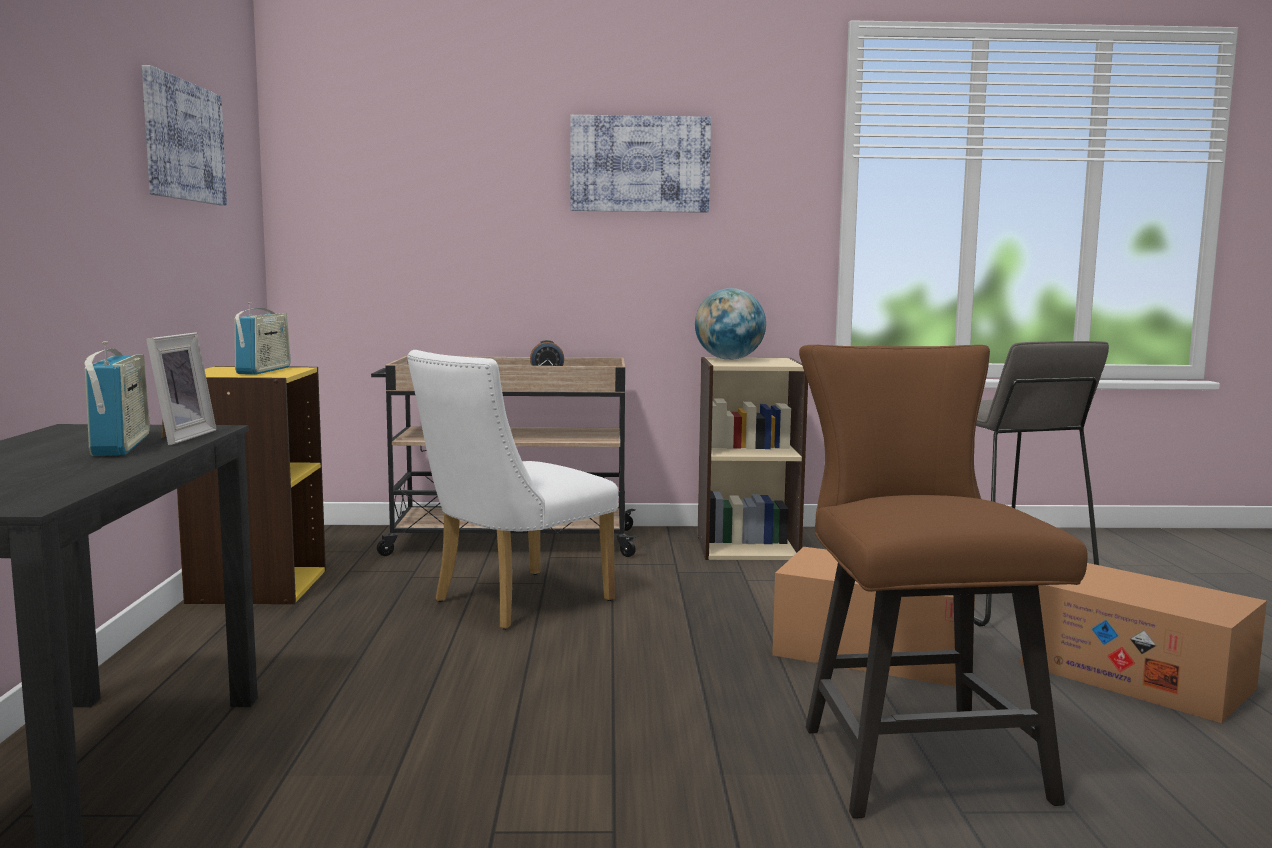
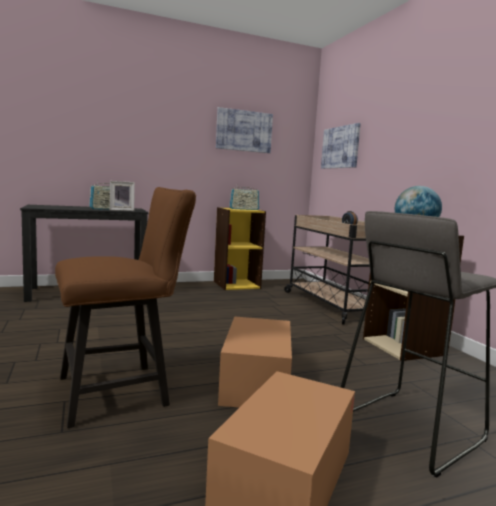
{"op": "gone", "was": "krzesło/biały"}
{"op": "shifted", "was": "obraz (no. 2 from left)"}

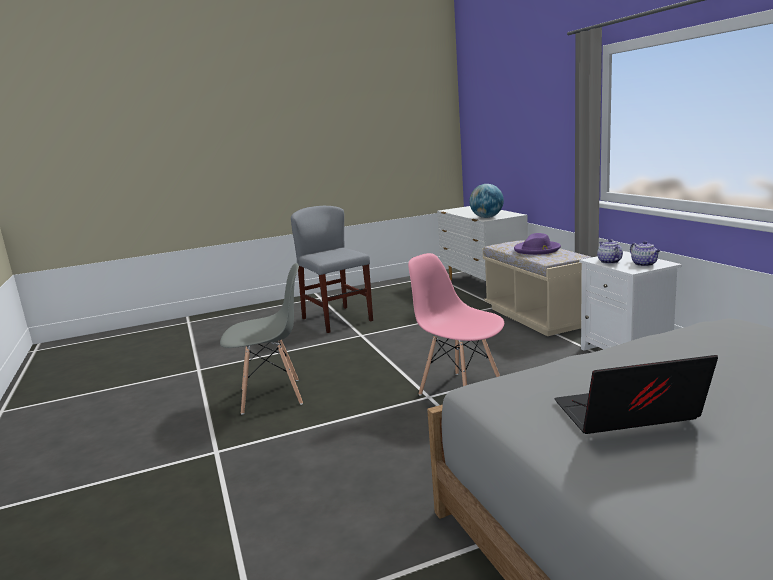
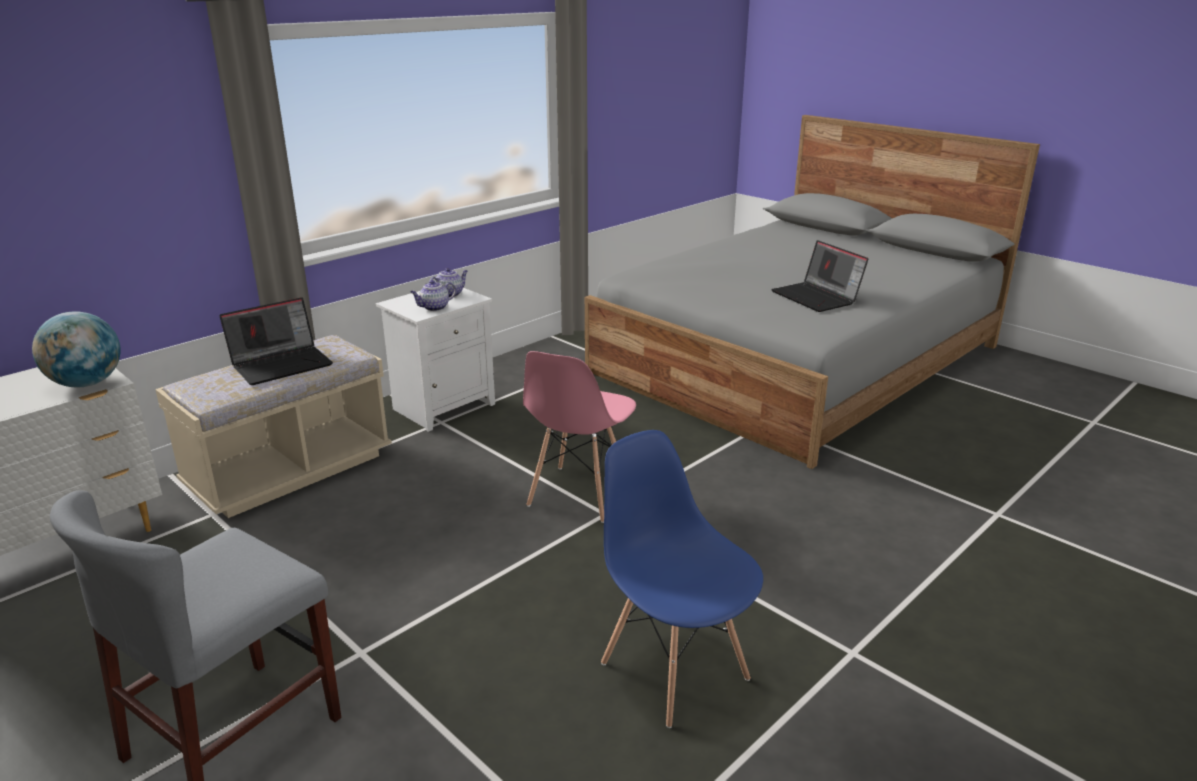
{"op": "swapped", "was": "kapelusz/fioletowy", "now": "laptop (no. 1 from left)"}
{"op": "repainted", "was": "krzesło/szary (no. 1 from left)", "now": "krzesło/niebieski"}

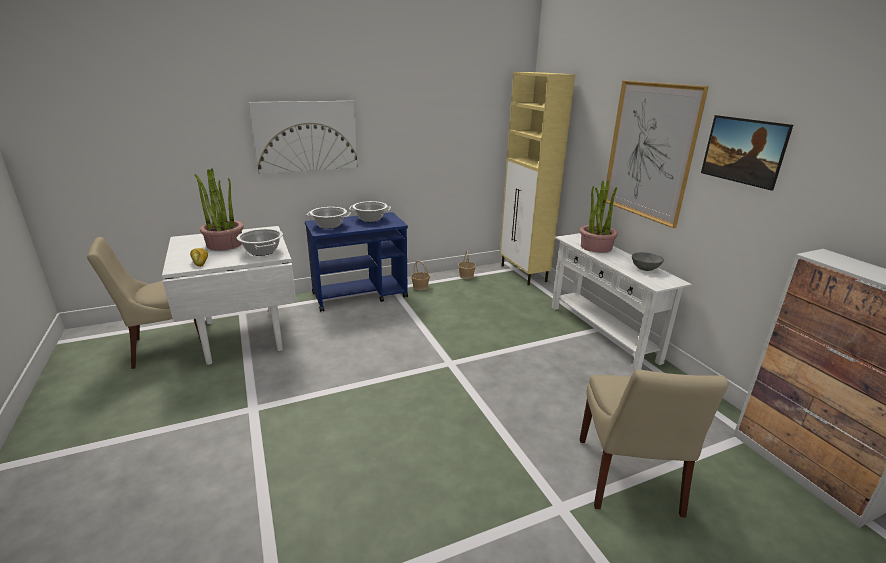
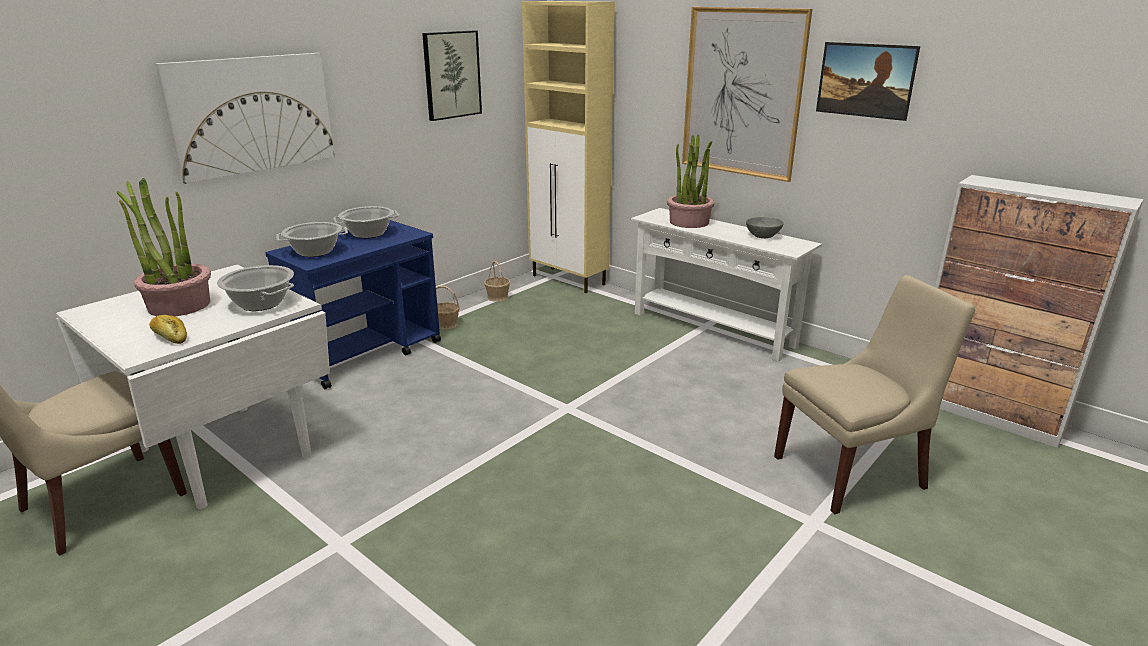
{"op": "new", "now": "obraz (no. 2 from left)"}
{"op": "rotated", "was": "krzesło/beżowy (no. 2 from left)", "clockwise": -90}

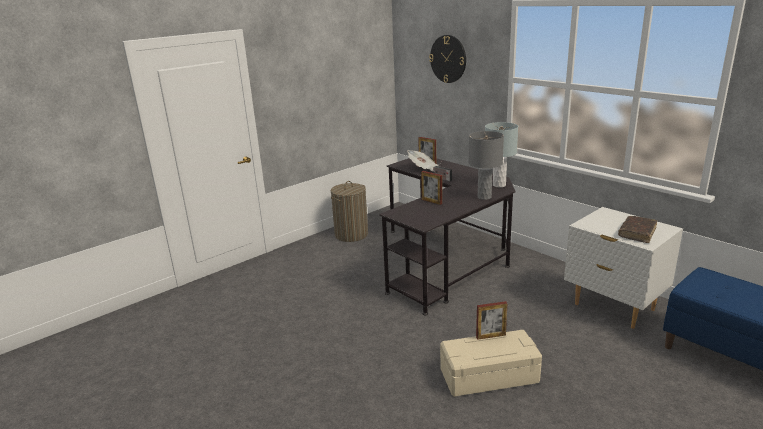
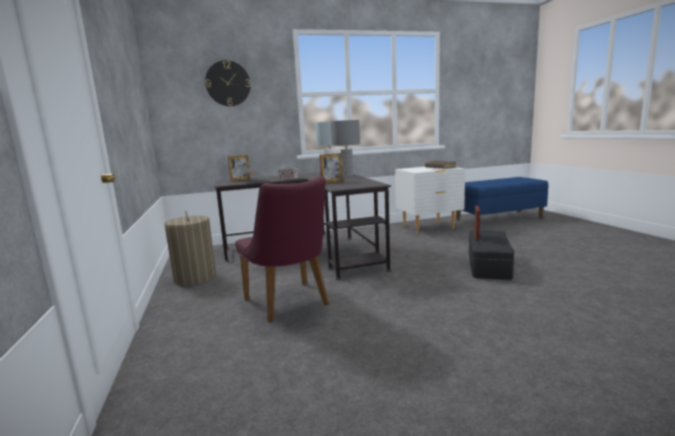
{"op": "new", "now": "krzesło/fioletowy"}
{"op": "repainted", "was": "pojemnik do przechowywania/beżowy", "now": "pojemnik do przechowywania/czarny"}

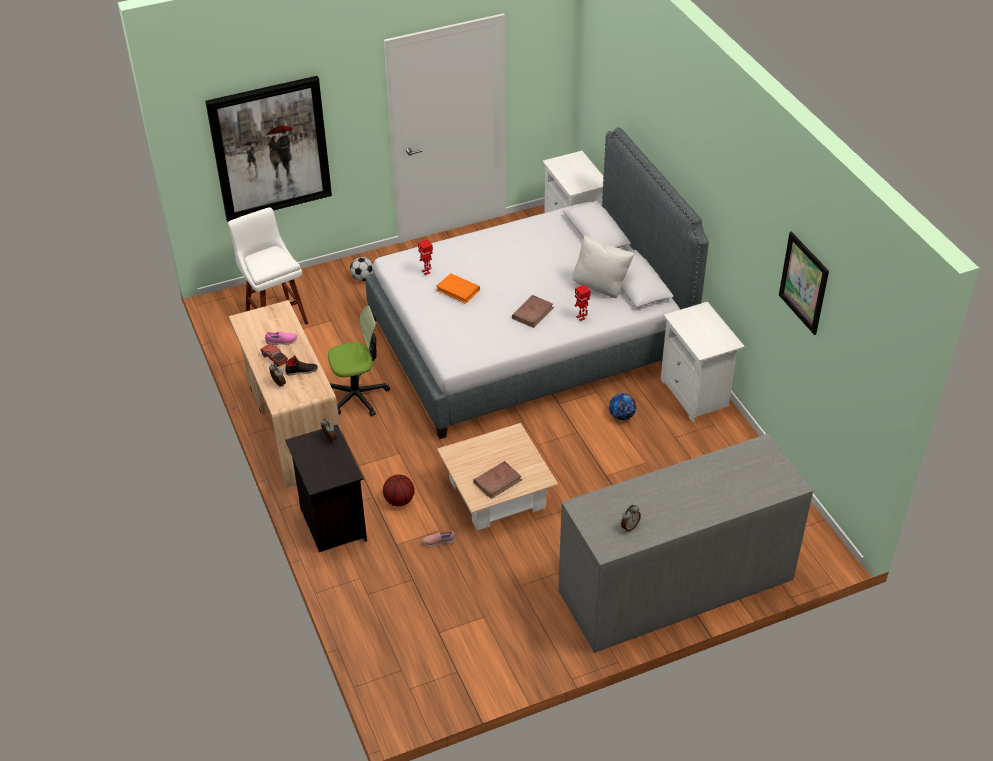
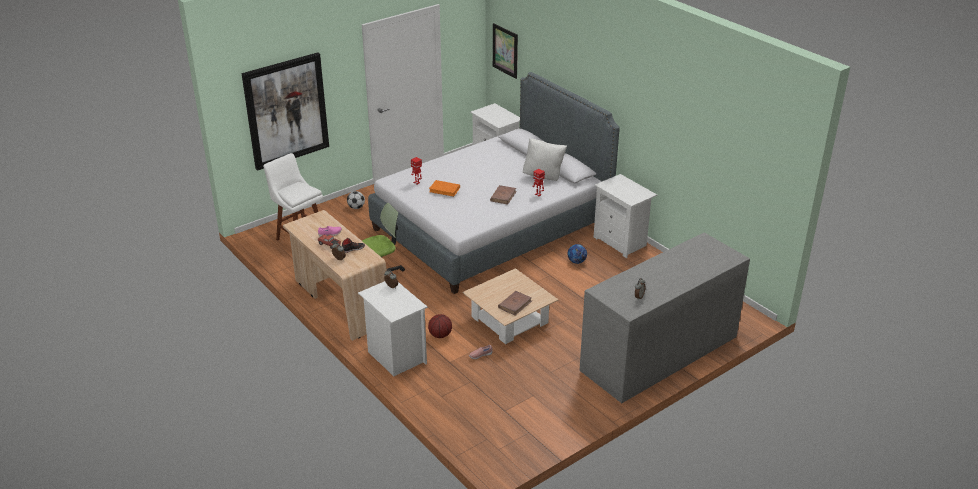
{"op": "shifted", "was": "obraz (no. 2 from left)"}
{"op": "repainted", "was": "szafka nocna/czarny", "now": "szafka nocna/biały (no. 1 from left)"}

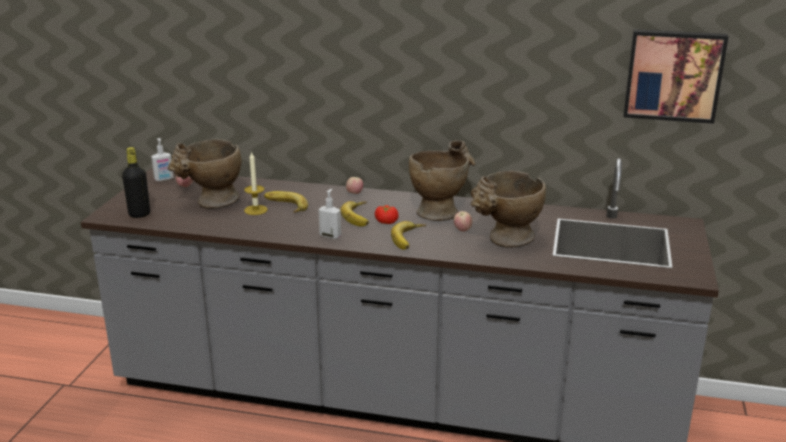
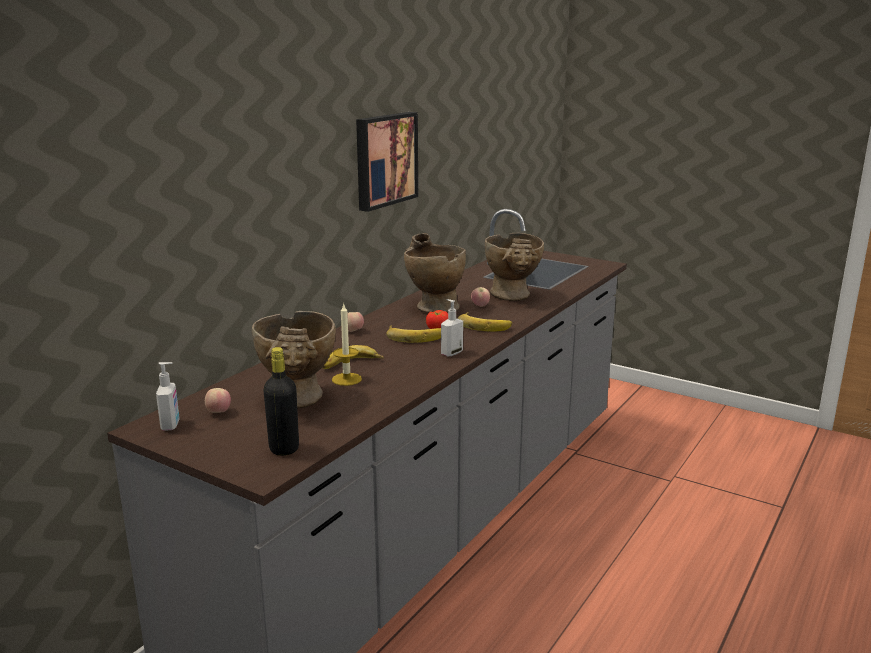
{"op": "shifted", "was": "obraz"}

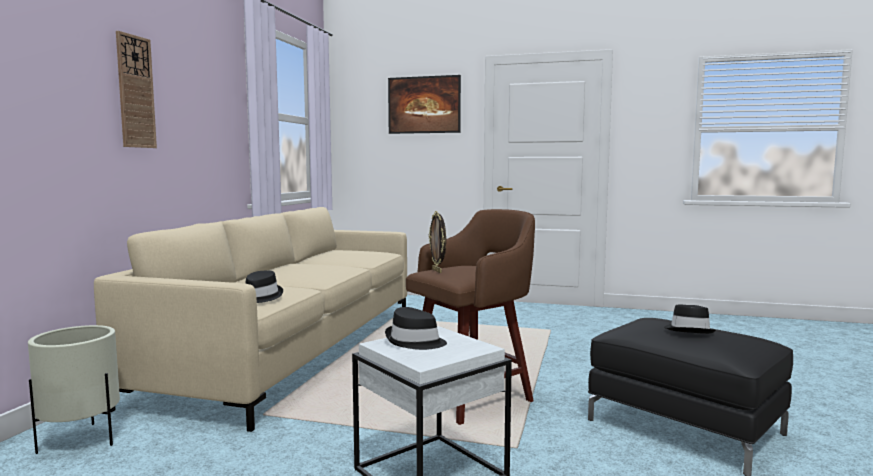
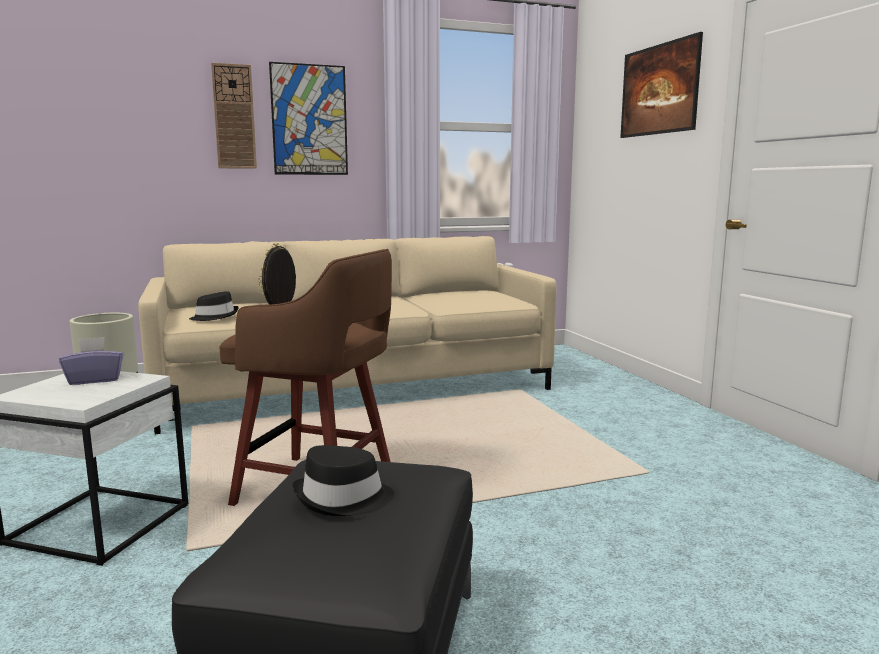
{"op": "new", "now": "obraz (no. 1 from left)"}
{"op": "swapped", "was": "kapelusz/czarny (no. 2 from left)", "now": "pudełko chusteczek/fioletowy"}

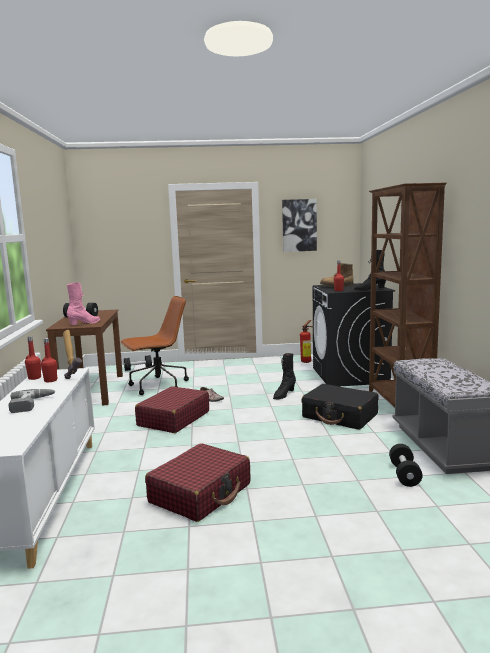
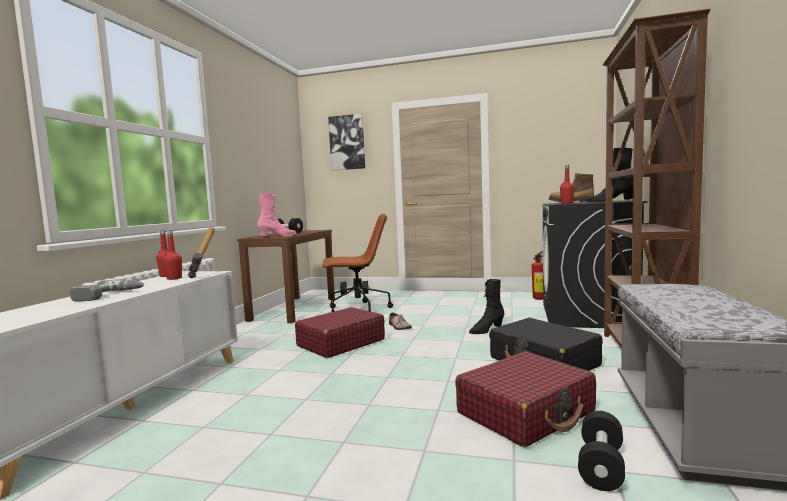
{"op": "shifted", "was": "walizka/czerwony (no. 2 from left)"}
{"op": "shifted", "was": "obraz"}

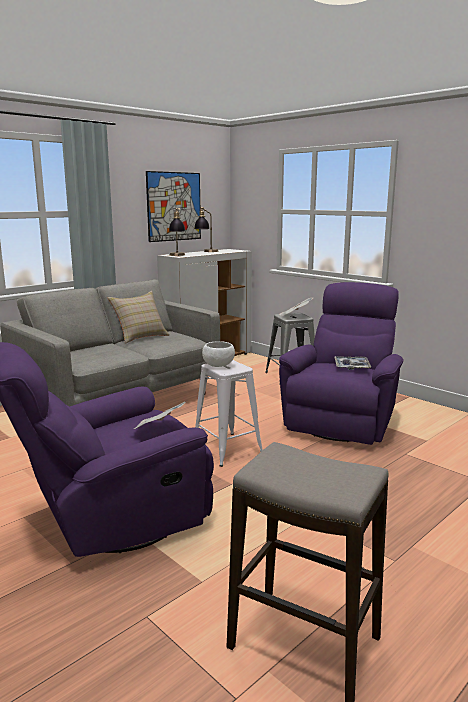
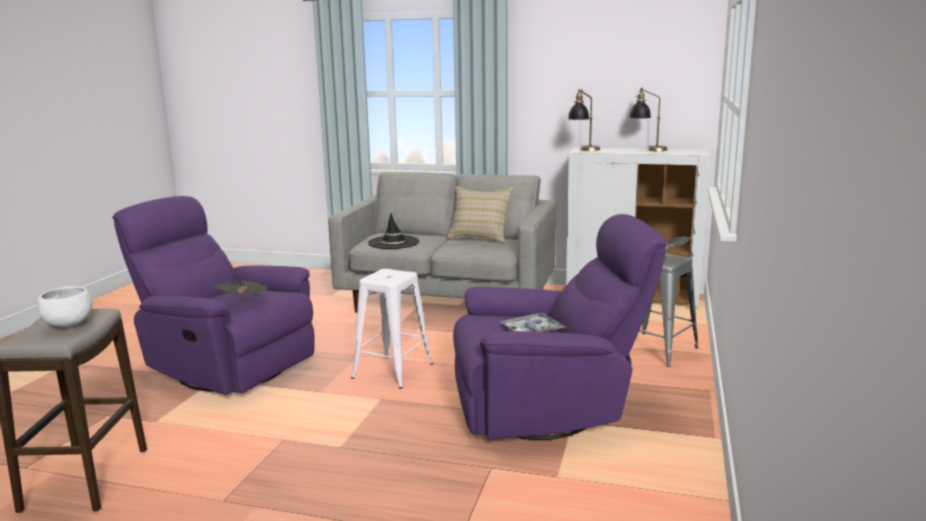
{"op": "gone", "was": "obraz"}
{"op": "new", "now": "kapelusz/czarny"}
{"op": "shifted", "was": "miska/biały"}

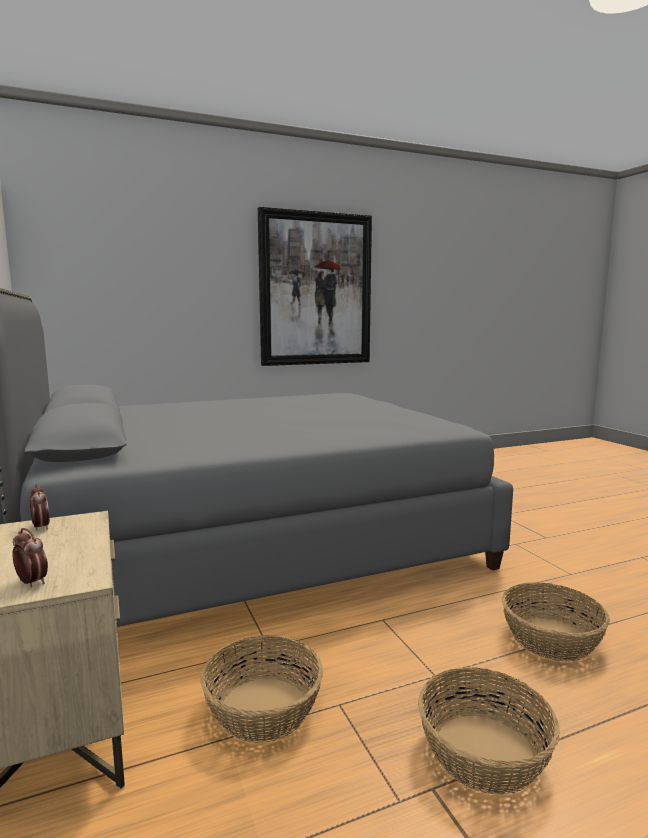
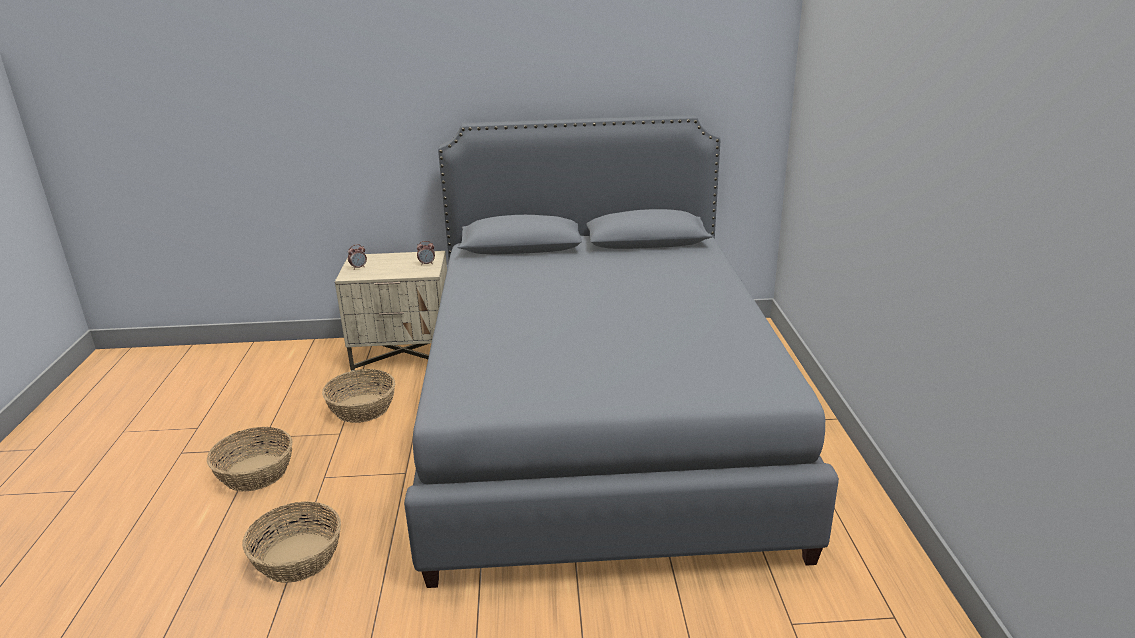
{"op": "gone", "was": "obraz"}

